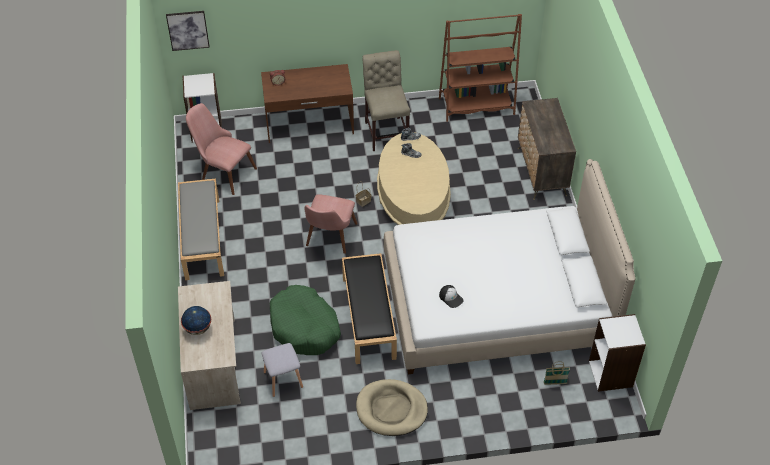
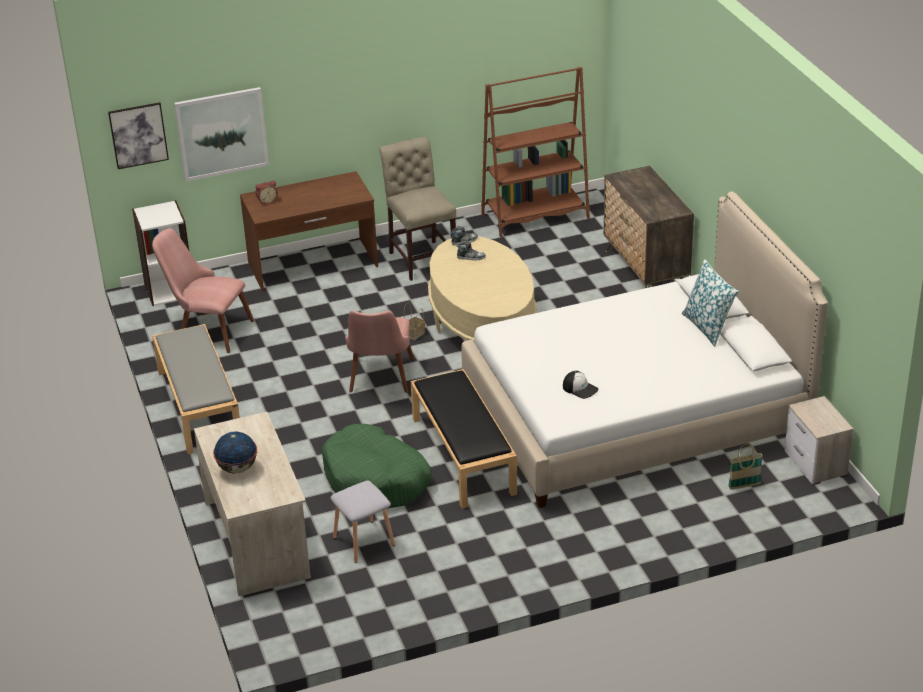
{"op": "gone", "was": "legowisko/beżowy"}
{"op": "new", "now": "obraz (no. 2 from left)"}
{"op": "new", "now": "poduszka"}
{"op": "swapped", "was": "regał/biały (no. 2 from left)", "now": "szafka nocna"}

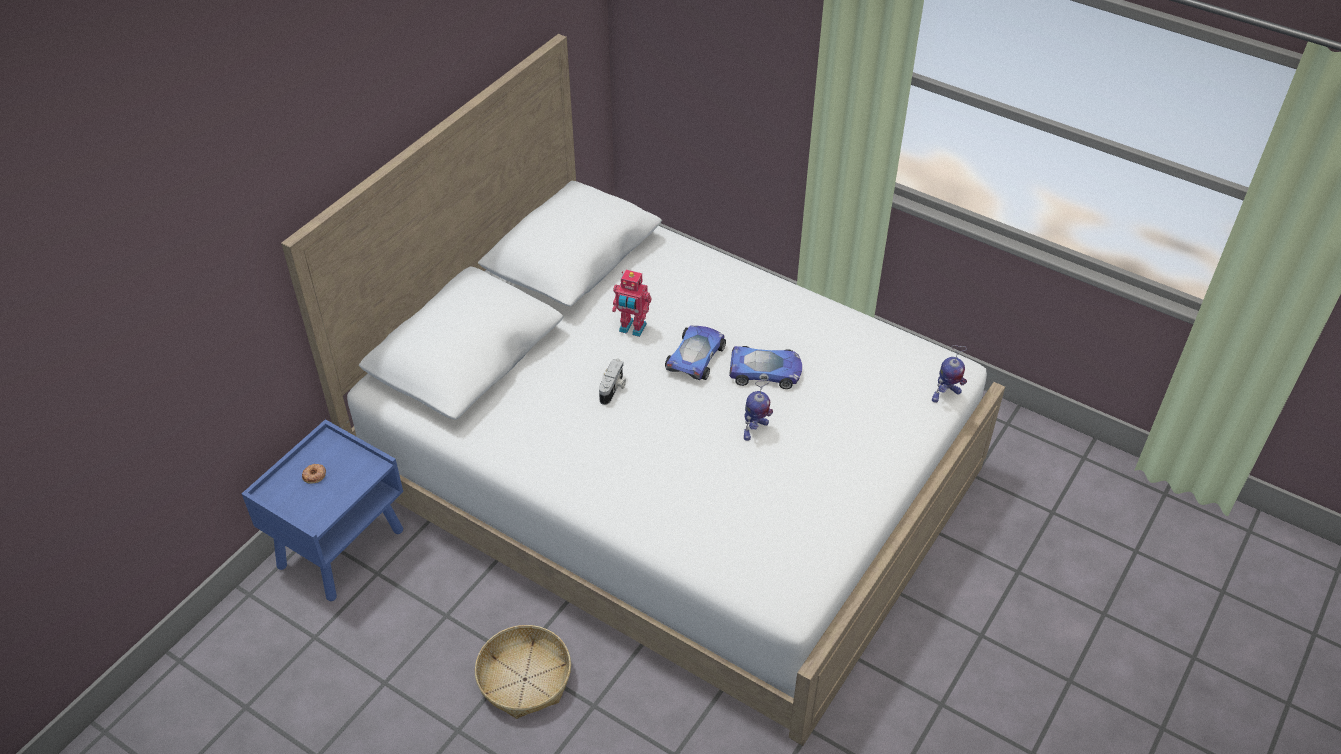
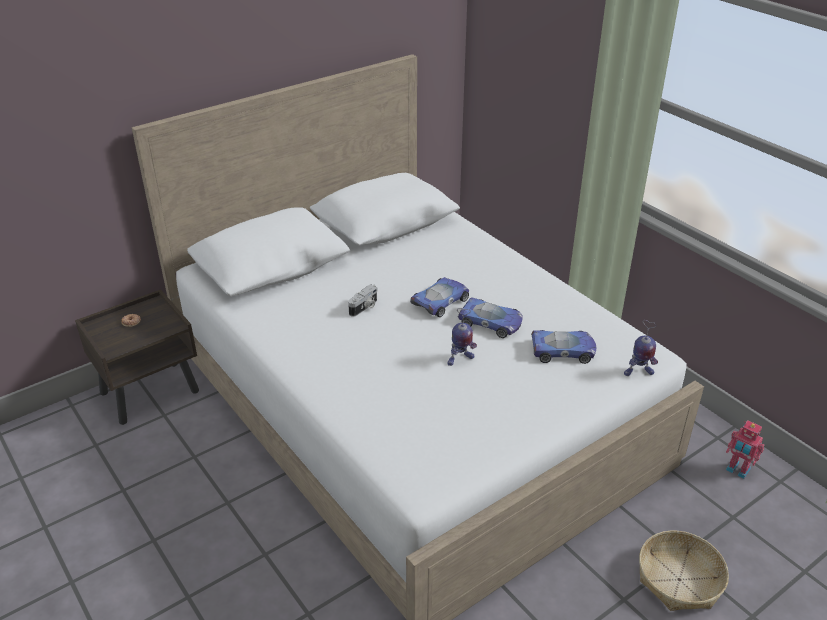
{"op": "new", "now": "samochodzik (no. 3 from left)"}
{"op": "shifted", "was": "koszyk"}
{"op": "shifted", "was": "robot zabawkowy (no. 1 from left in the first image)", "now": "robot zabawkowy (no. 3 from left)"}
{"op": "repainted", "was": "szafka nocna/niebieski", "now": "szafka nocna/brązowy"}

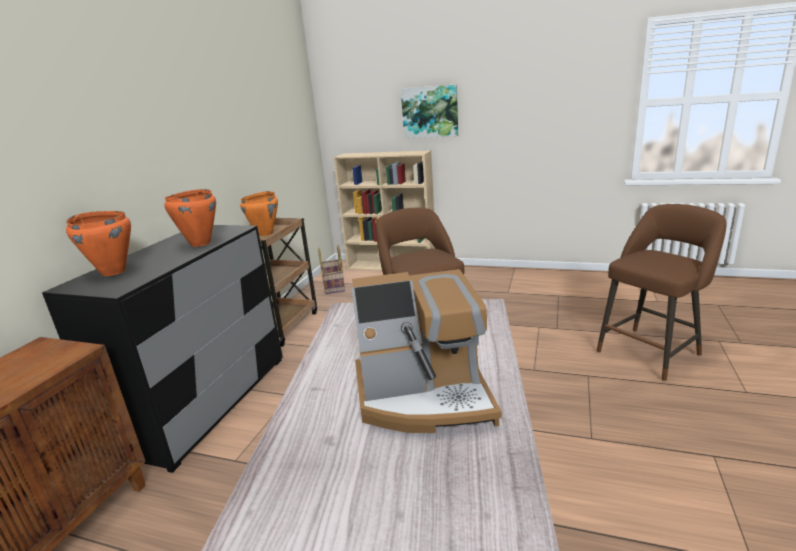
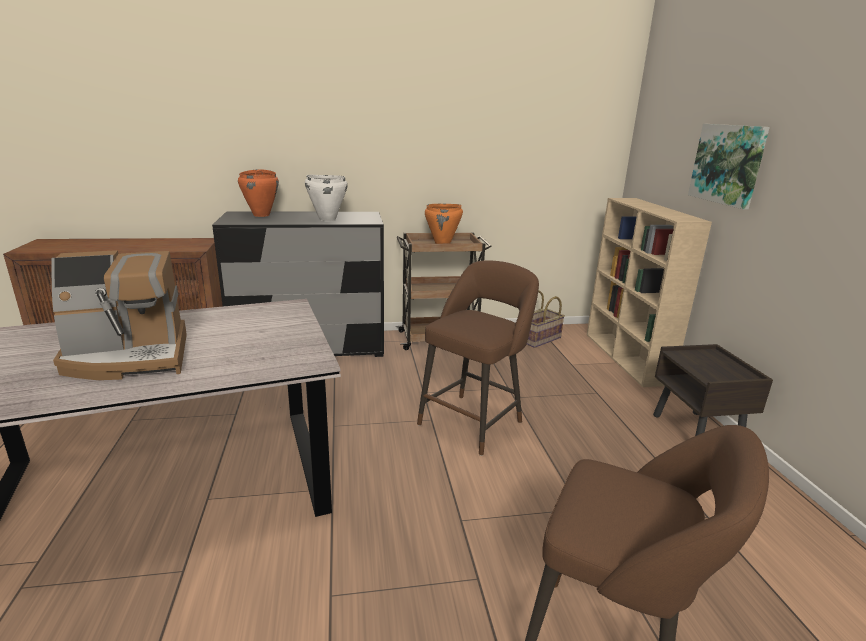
{"op": "new", "now": "szafka nocna/brązowy"}
{"op": "repainted", "was": "garnek/pomarańczowy (no. 2 from left)", "now": "garnek/biały"}
{"op": "rotated", "was": "ekspres do kawy", "clockwise": -75}

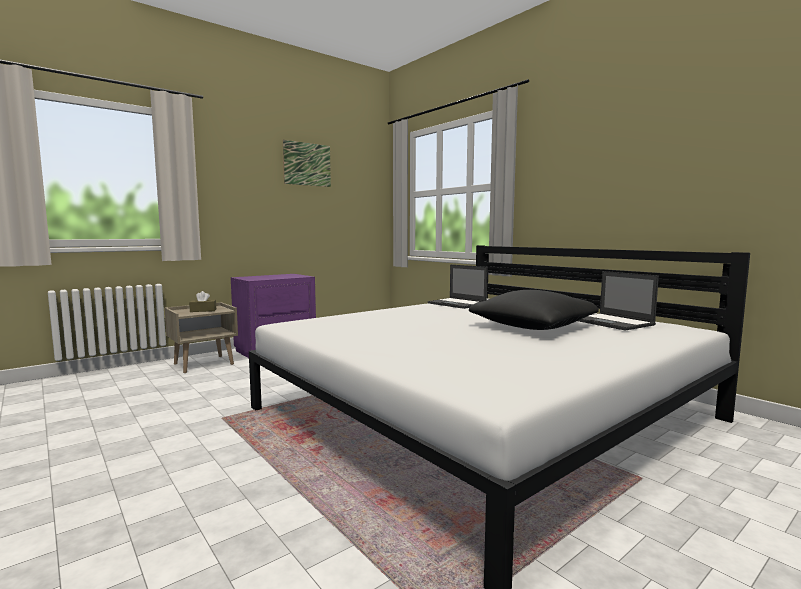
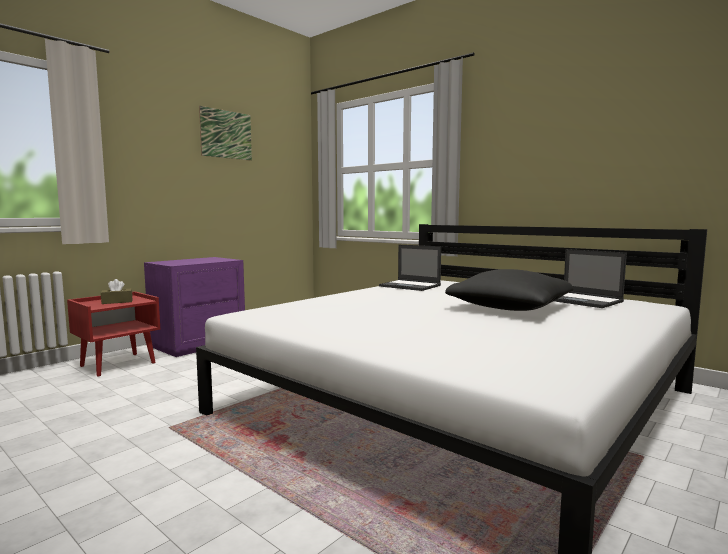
{"op": "repainted", "was": "szafka nocna/beżowy", "now": "szafka nocna/czerwony"}

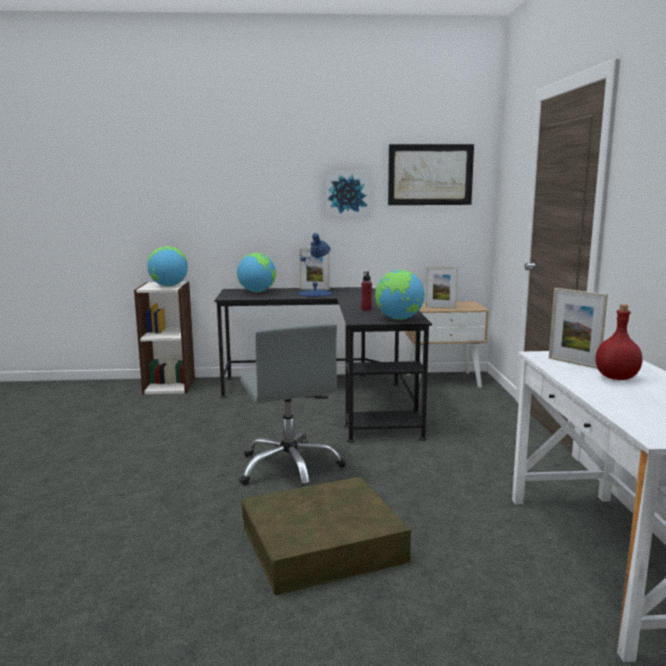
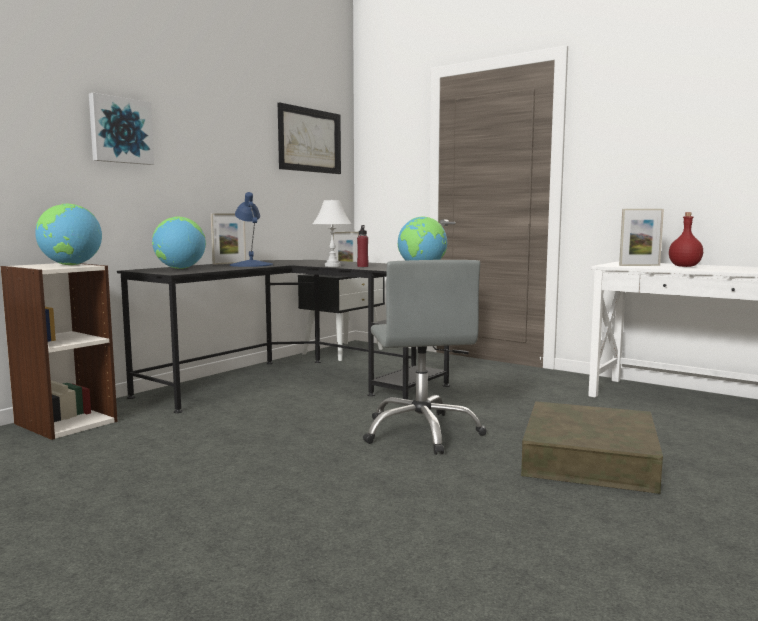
{"op": "new", "now": "lampa stołowa/biały"}
{"op": "shifted", "was": "obraz (no. 1 from left)"}
{"op": "repainted", "was": "szafka nocna/beżowy", "now": "szafka nocna/czarny"}
{"op": "rotated", "was": "krzesło biurowe/szary", "clockwise": 60}

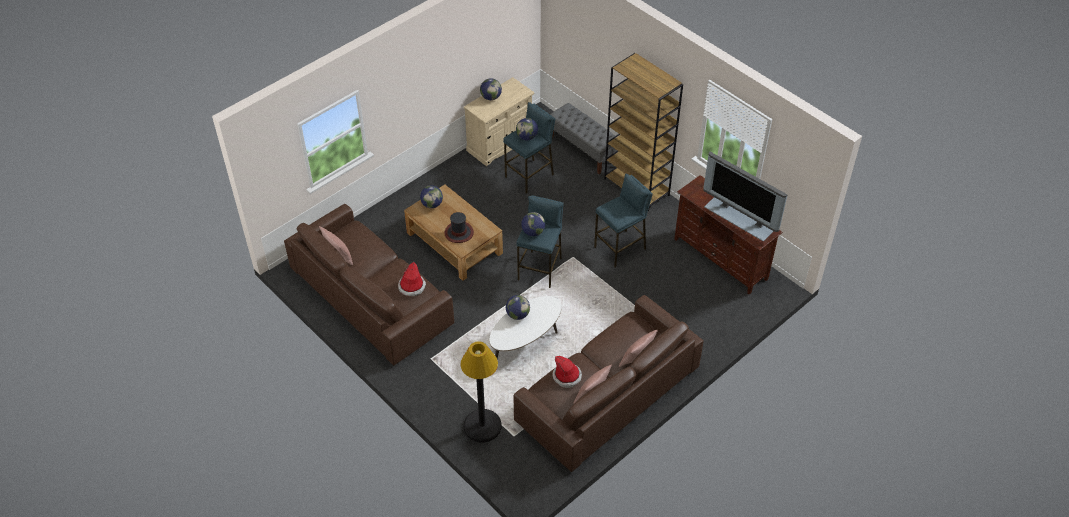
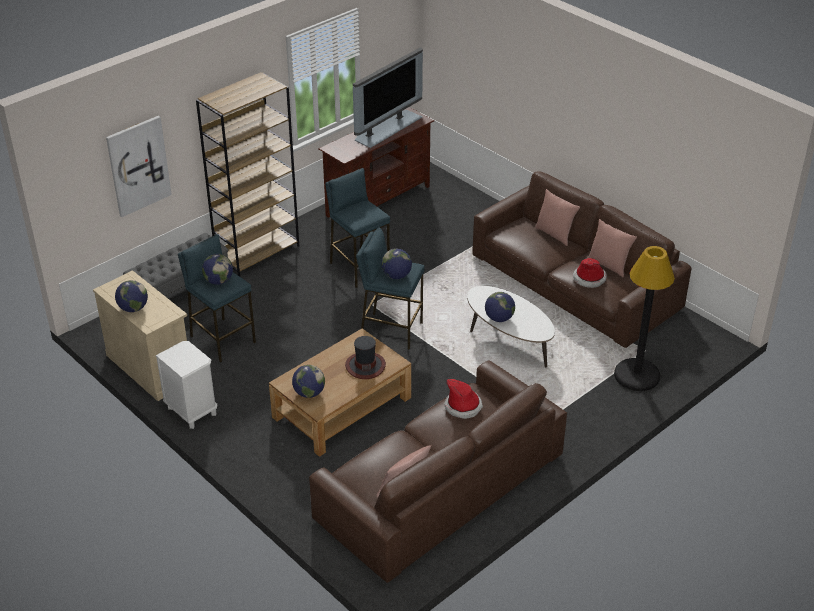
{"op": "new", "now": "obraz"}
{"op": "new", "now": "szafka nocna/biały"}

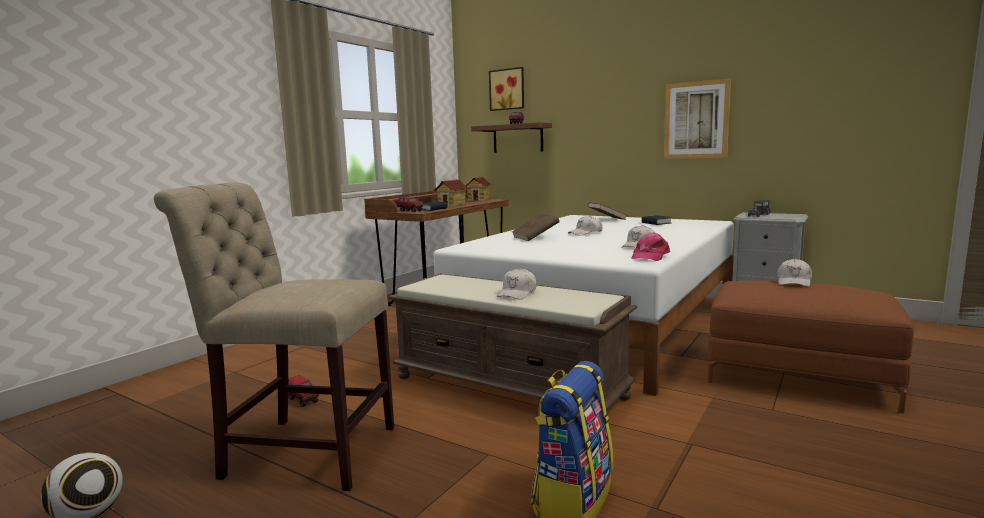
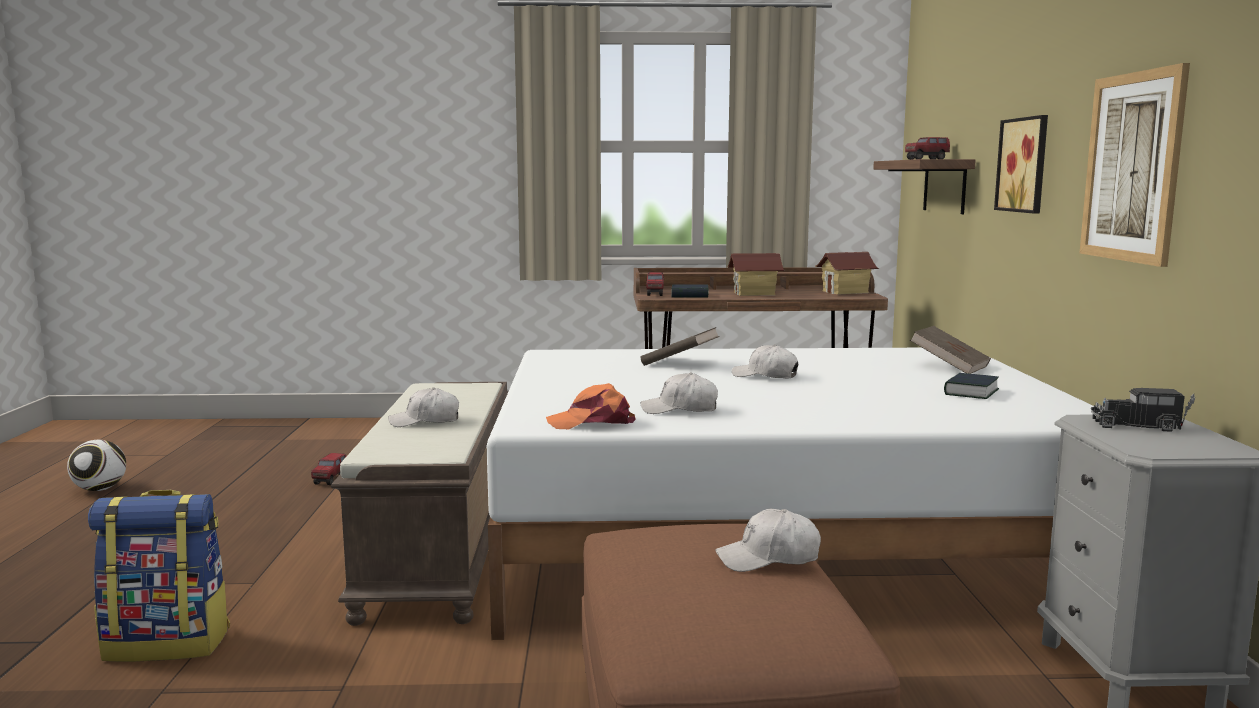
{"op": "gone", "was": "krzesło/beżowy"}
{"op": "shifted", "was": "obraz (no. 1 from left)"}
{"op": "repainted", "was": "czapka z daszkiem/różowy", "now": "czapka z daszkiem/pomarańczowy"}

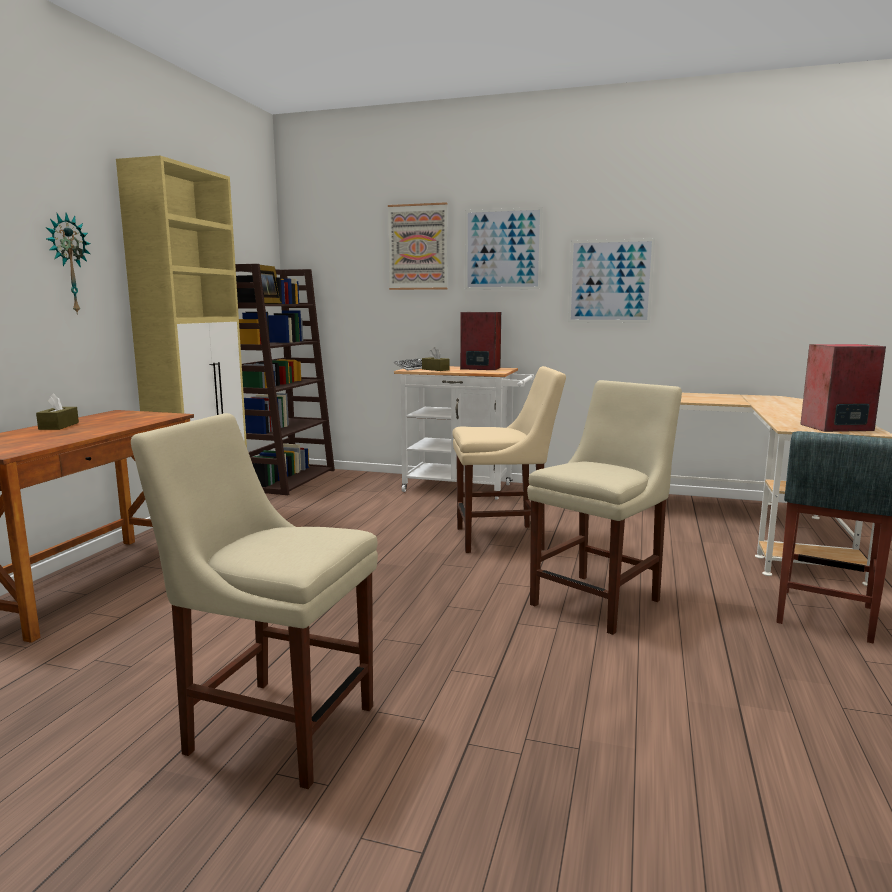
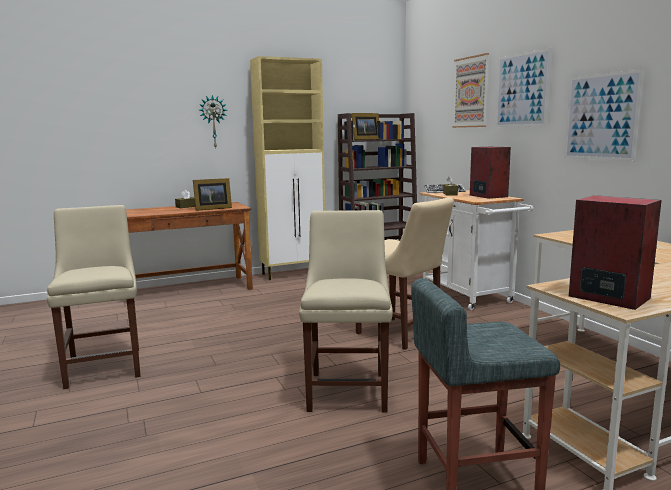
{"op": "new", "now": "ramka na zdjęcie (no. 1 from left)"}
{"op": "rotated", "was": "krzesło/beżowy (no. 3 from left in the first image)", "clockwise": -90}

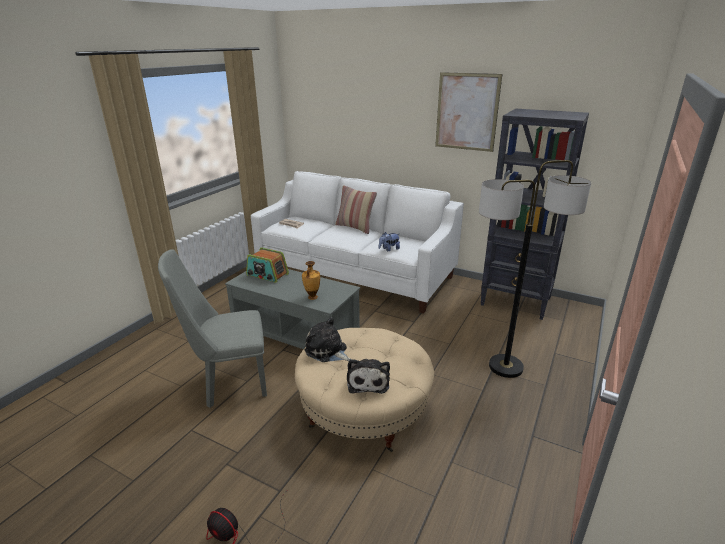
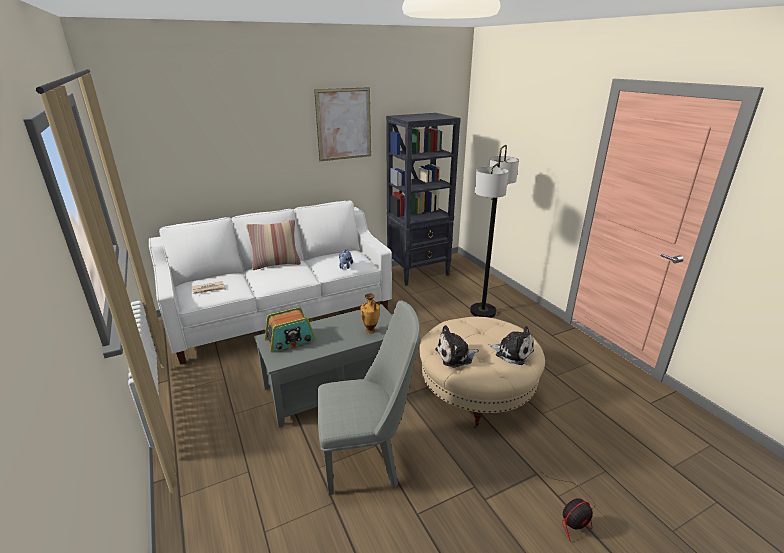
{"op": "rotated", "was": "krzesło/szary", "clockwise": -120}

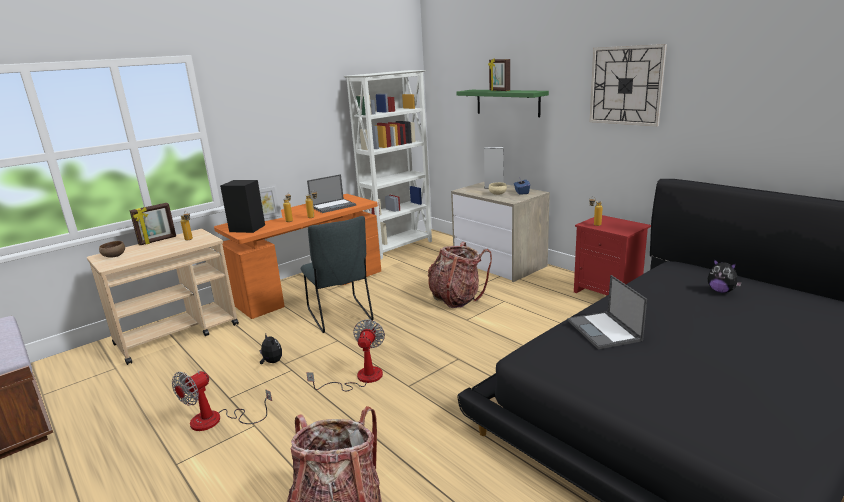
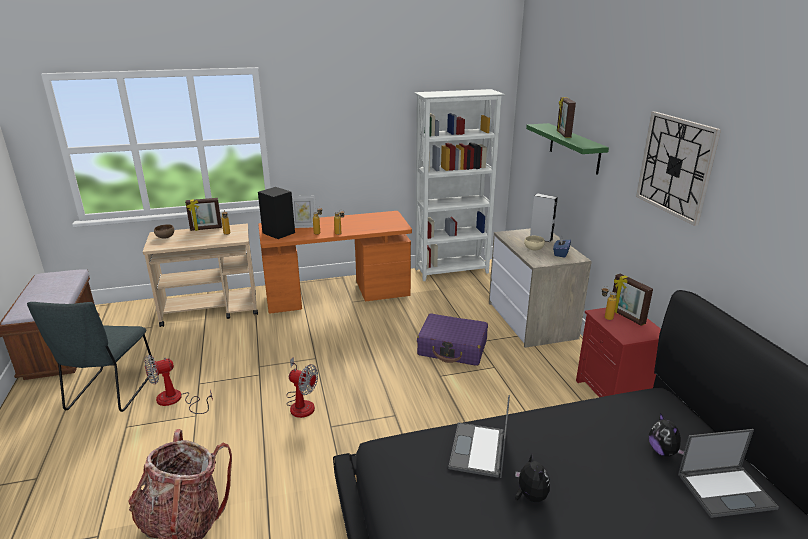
{"op": "new", "now": "ramka na zdjęcie (no. 4 from left)"}
{"op": "shifted", "was": "pluszak (no. 1 from left)"}
{"op": "shifted", "was": "krzesło/szary"}
{"op": "shifted", "was": "laptop (no. 1 from left in the first image)", "now": "laptop (no. 2 from left)"}
{"op": "swapped", "was": "plecak (no. 2 from left)", "now": "walizka/fioletowy"}
{"op": "rotated", "was": "wentylator (no. 2 from left)", "clockwise": 75}

